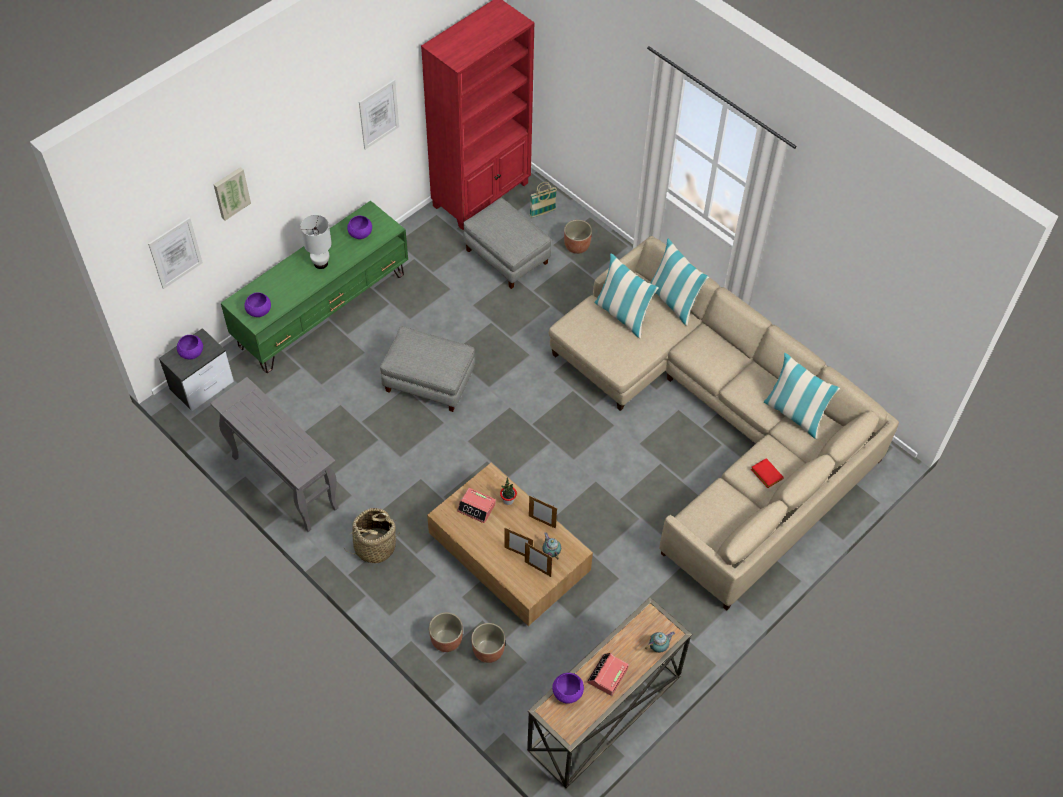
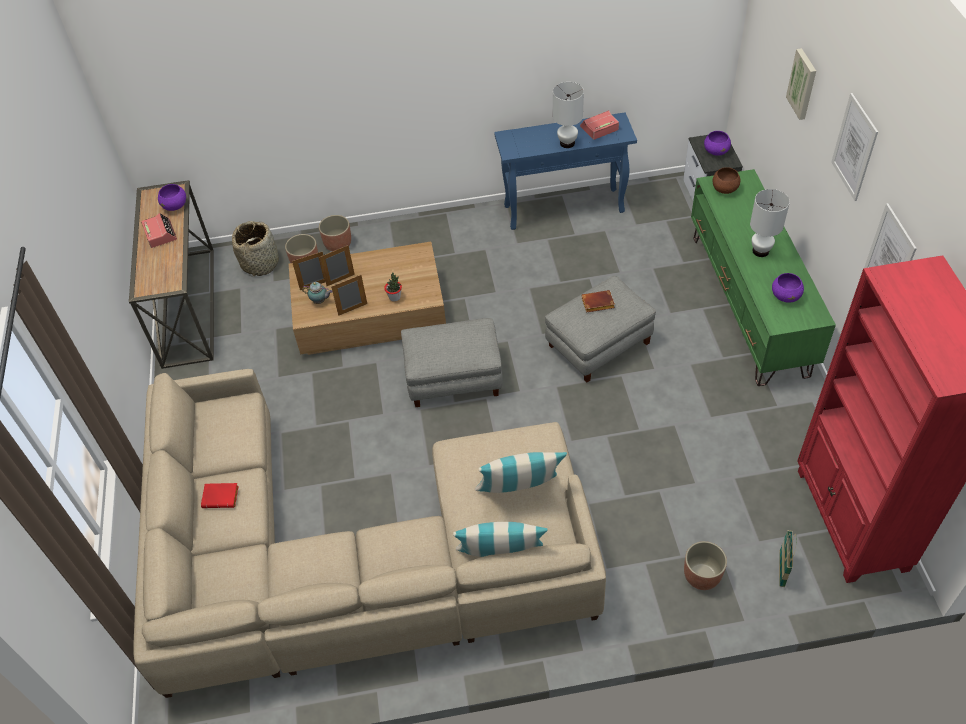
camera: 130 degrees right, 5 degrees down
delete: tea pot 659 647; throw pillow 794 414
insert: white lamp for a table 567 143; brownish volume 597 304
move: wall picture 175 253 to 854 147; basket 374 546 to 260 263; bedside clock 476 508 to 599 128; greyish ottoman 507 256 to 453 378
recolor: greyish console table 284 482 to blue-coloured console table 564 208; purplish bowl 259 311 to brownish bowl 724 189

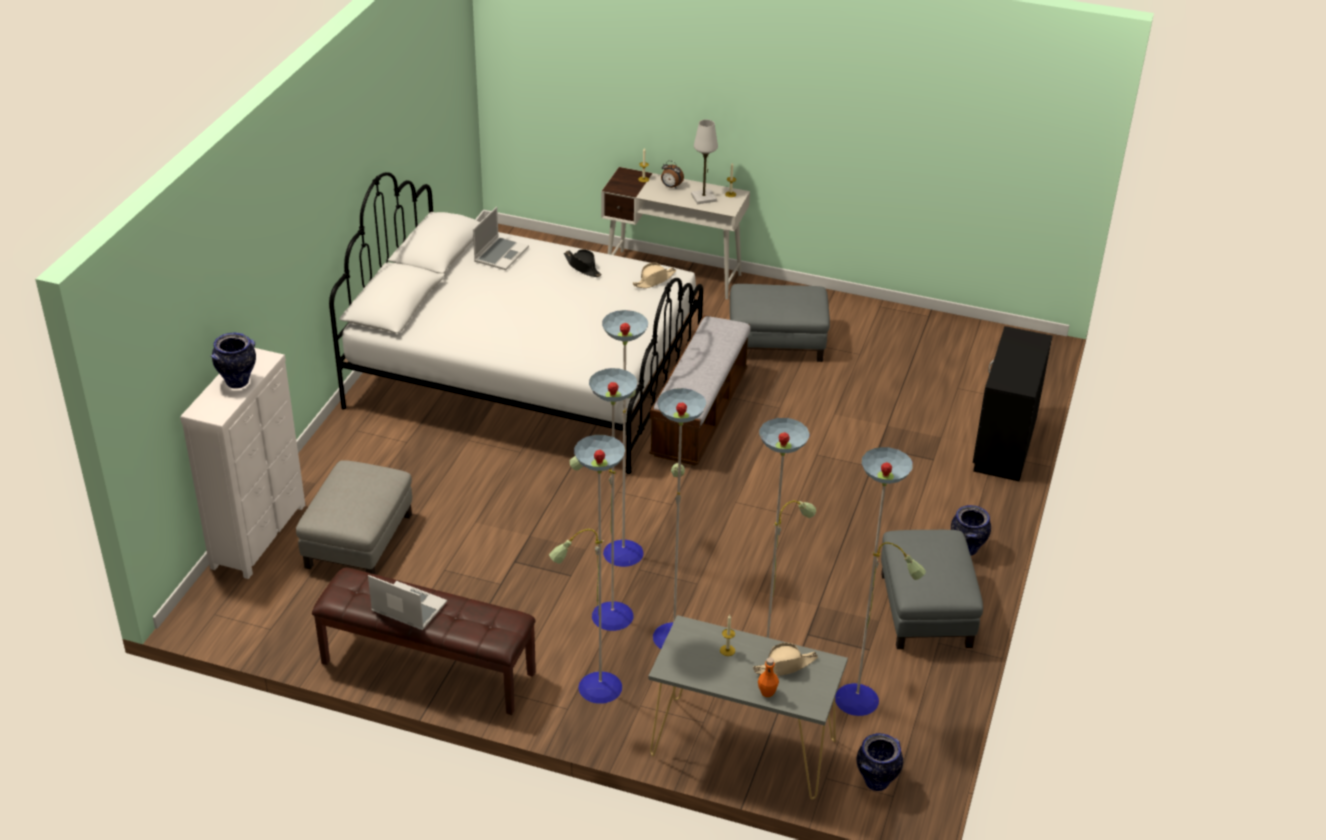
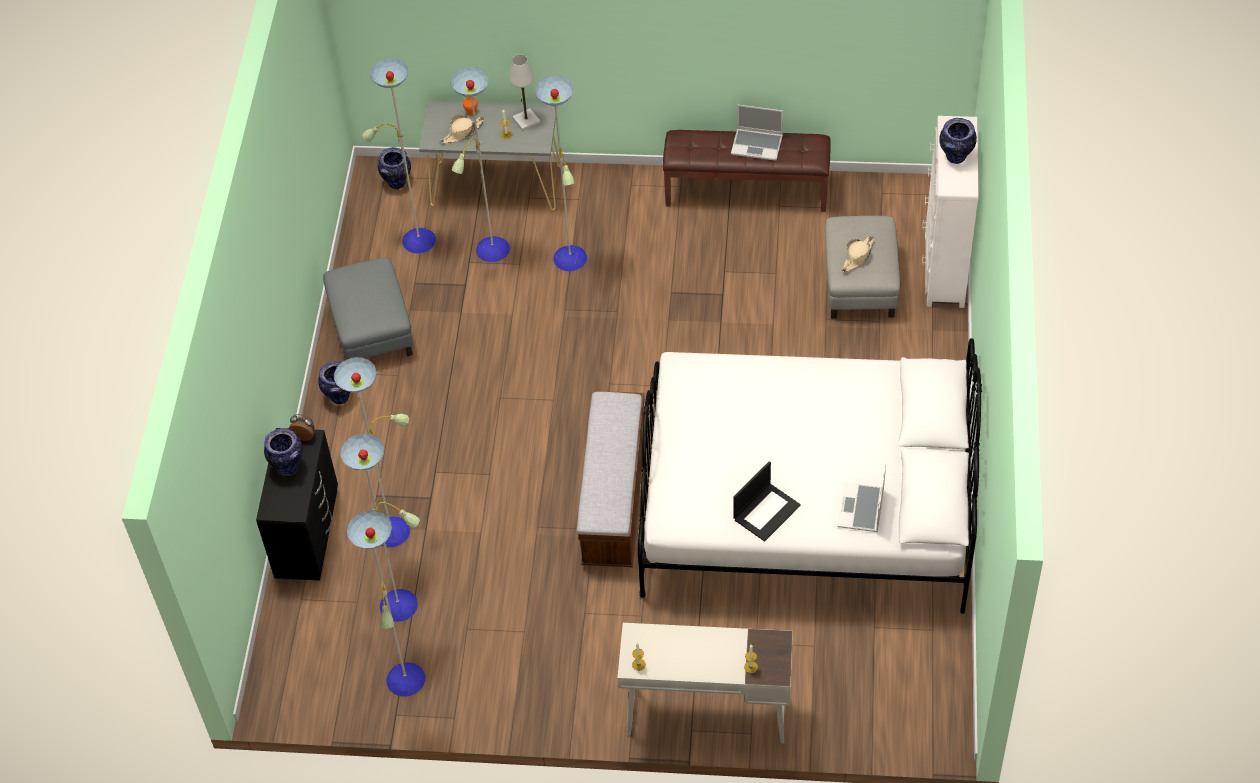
camera: 170 degrees right, 15 degrees up
delete: greyish ottoman 777 342
insert: decorative vase 288 466
move: standard lamp 609 615 to 401 605; beige wearable hat 654 280 to 857 256; bedside clock 671 186 to 304 435; white lamp for a table 703 198 to 526 120
replace: black-coloured wearable hat 582 267 to laptop 766 511

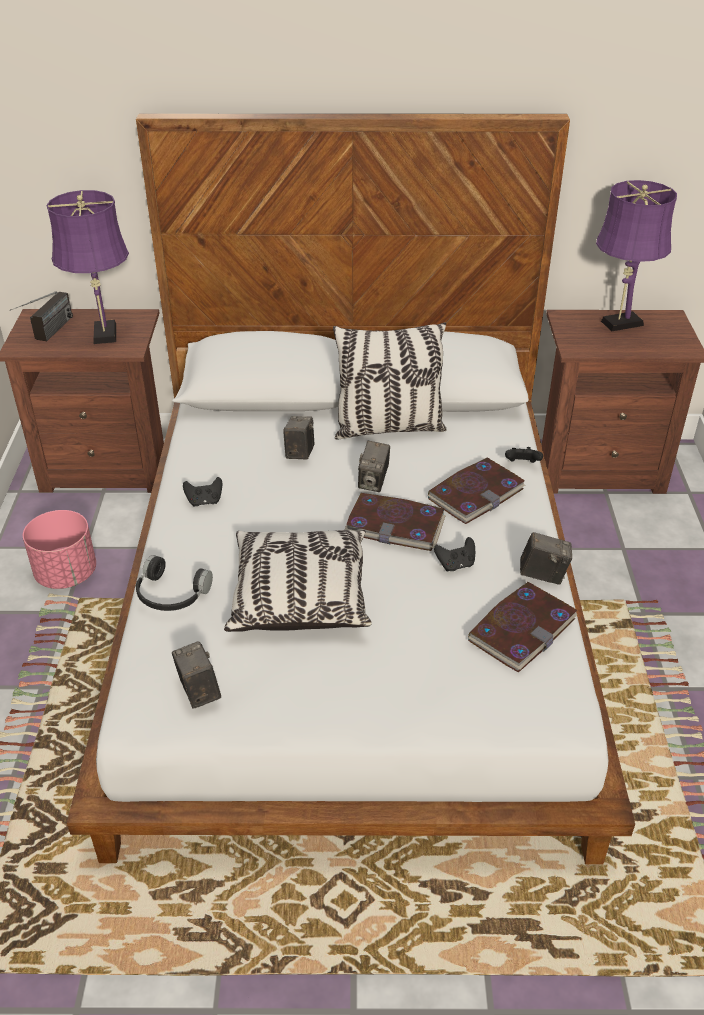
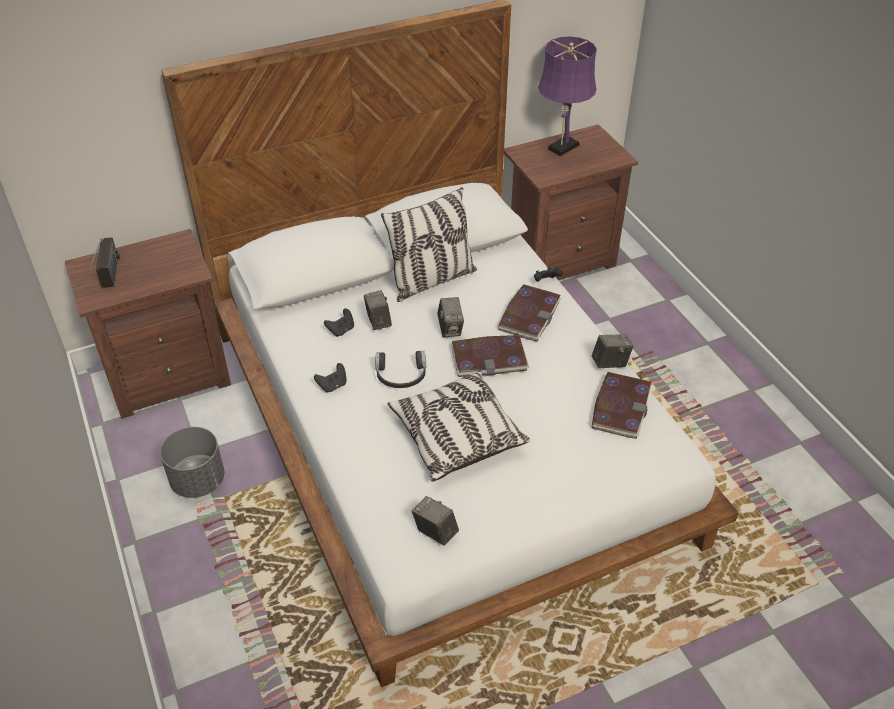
camera: 25 degrees left, 5 degrees up
delete: purplish lamp for a table 104 336
move: black-coloured headphones 170 595 to 401 376; black-coloured game controller 455 564 to 341 330
recolor: pinkish planter 67 574 to greyish planter 198 480

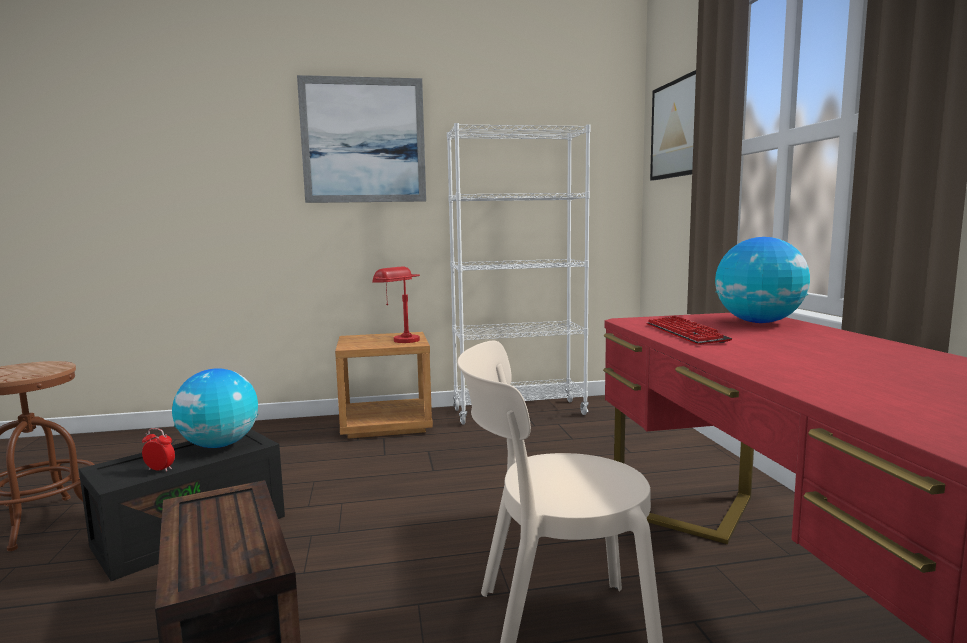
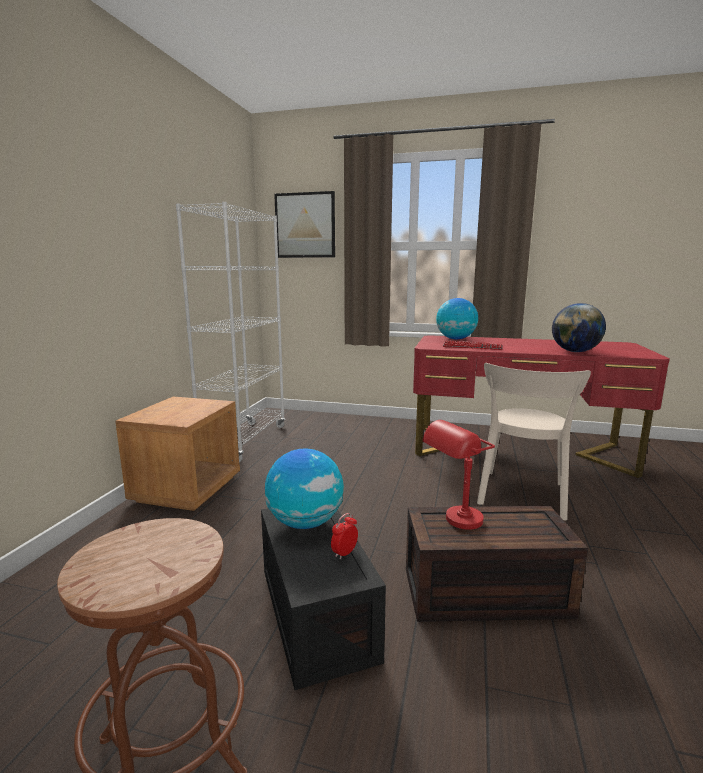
camera: 65 degrees left, 5 degrees up
delete: wall picture 363 140
insert: globe 575 351
move: red lamp for a table 399 339 to 455 523

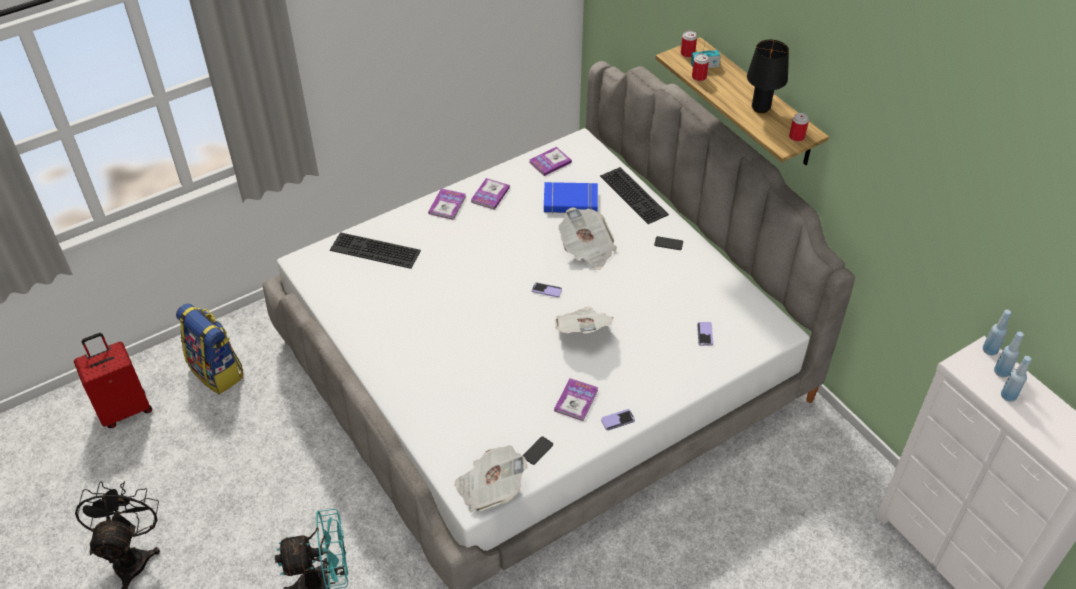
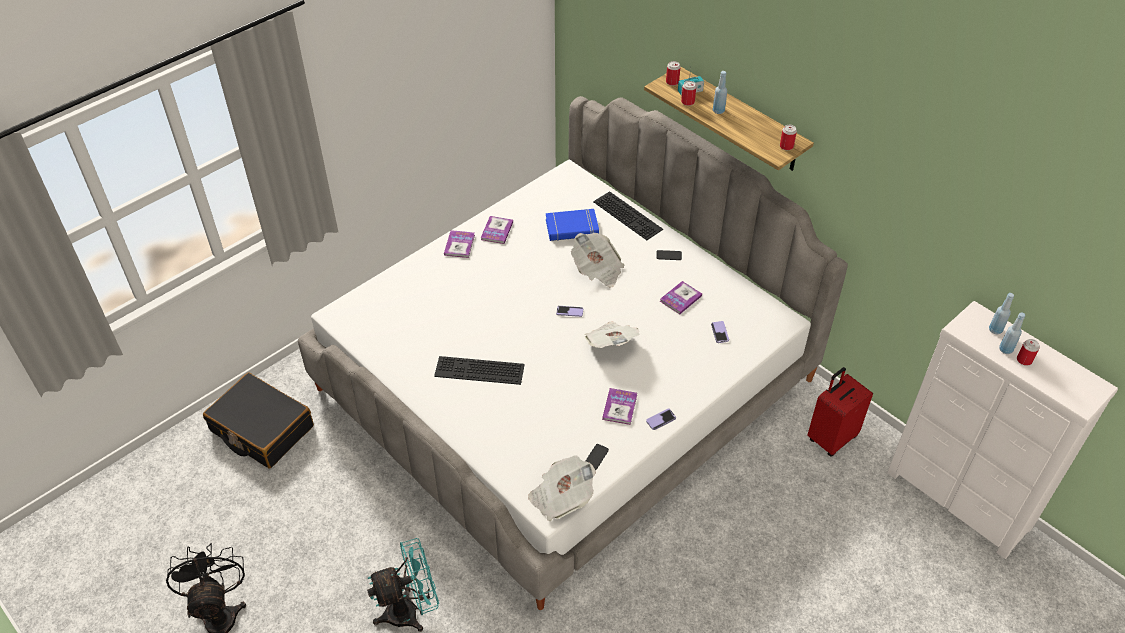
camera: 10 degrees left, 0 degrees up
delete: black-coloured lamp for a table 761 108
insert: metal can 1024 360
move: red suitcase 125 409 to 831 438; PC keyboard 373 251 to 478 371; volume 550 162 to 680 298; blue-coloured bottle 989 350 to 718 111
replace: backpack 217 371 to black-coloured suitcase 261 429

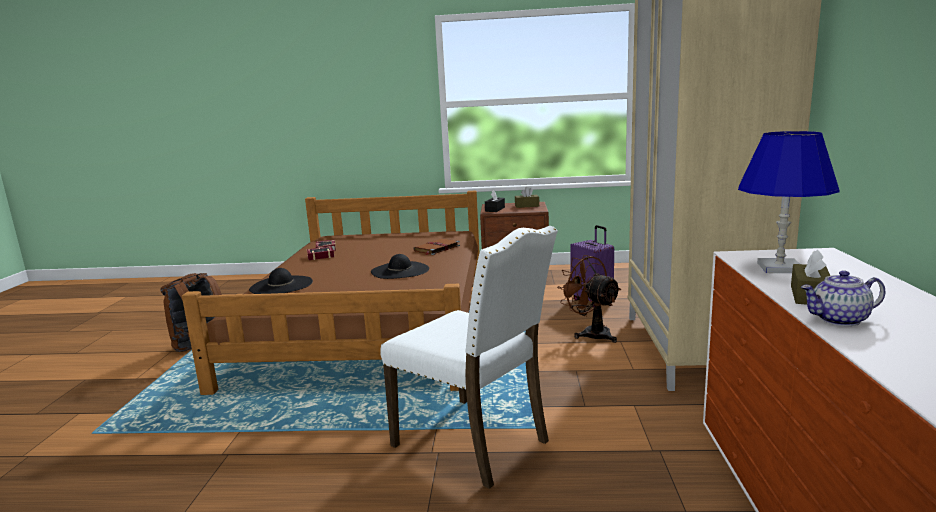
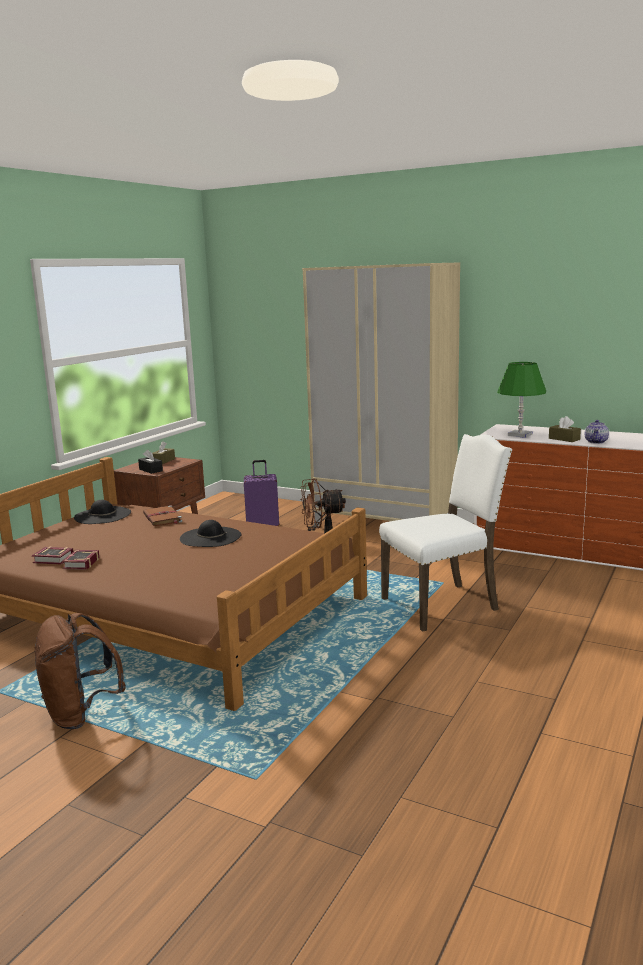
camera: 65 degrees left, 0 degrees up
move: black-coloured wearable hat 281 285 to 103 515
recolor: blue-coloured lamp for a table 779 268 to green lamp for a table 520 435

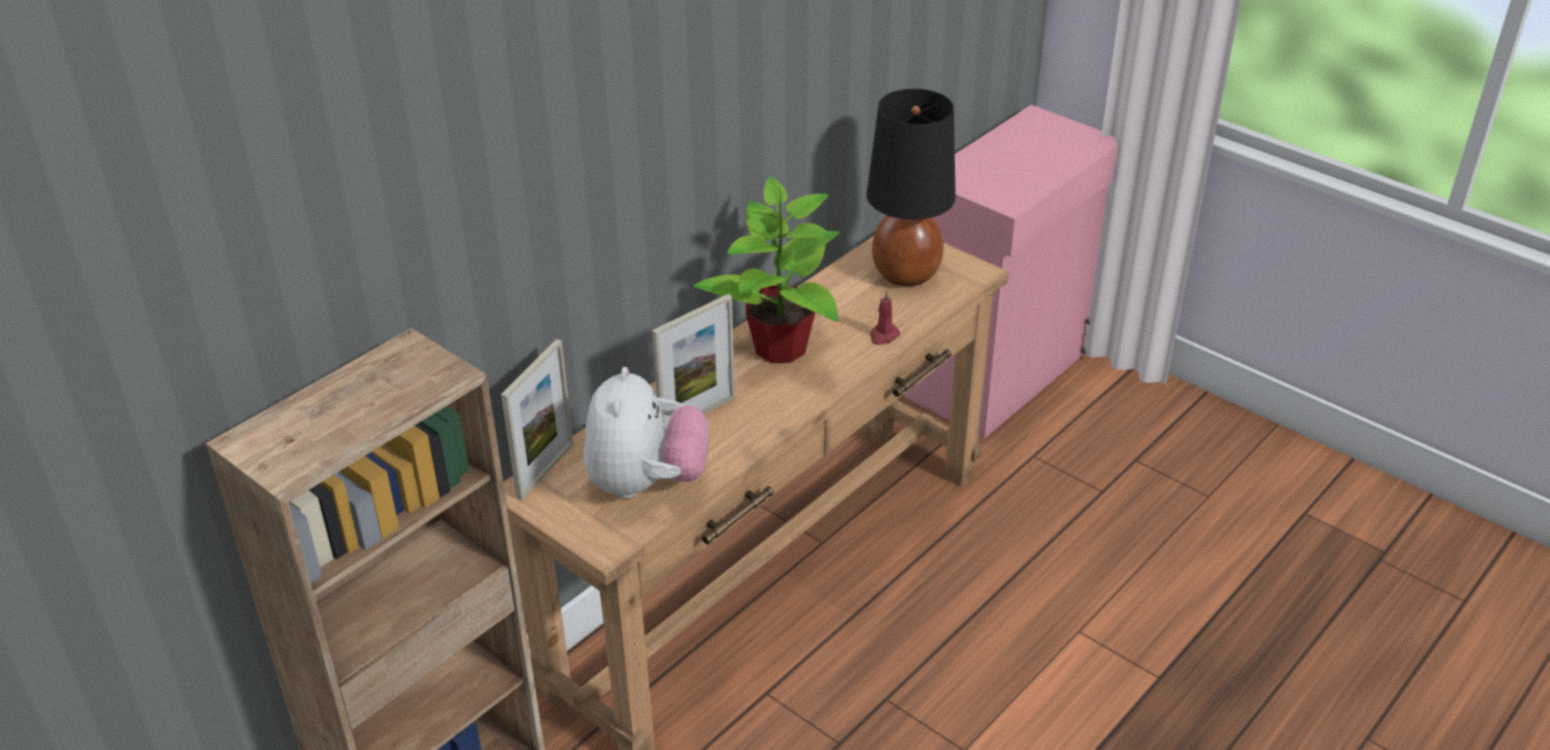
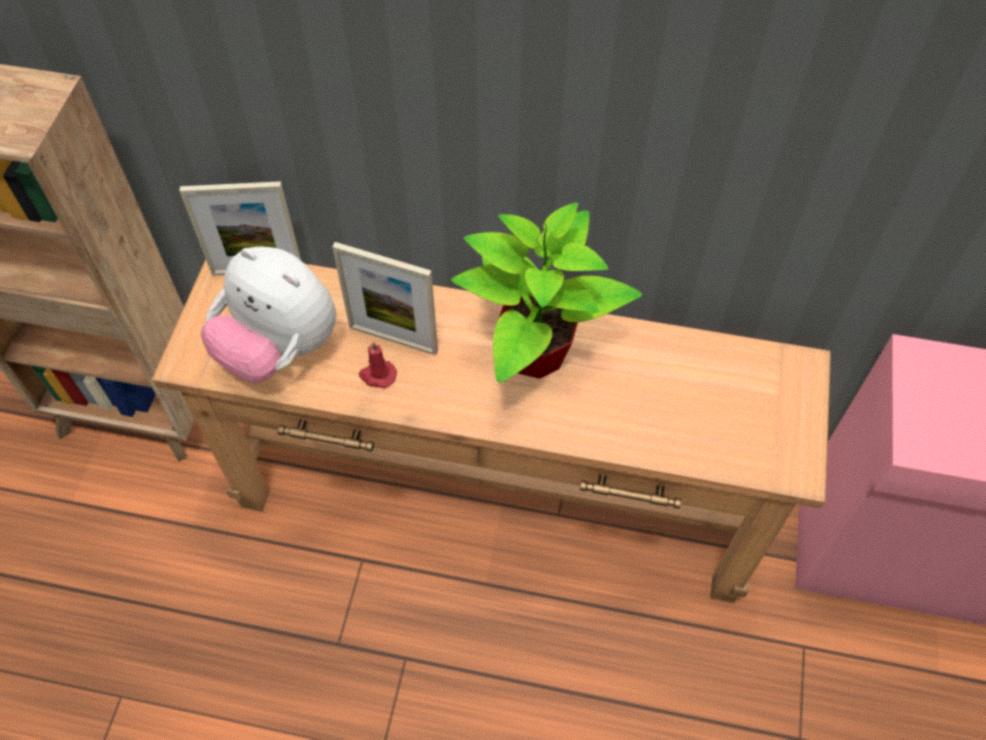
camera: 60 degrees right, 20 degrees up
delete: black-coloured lamp for a table 906 274
move: red wax candle 883 336 to 377 375
rotate: soft toy 646 483 = 279 349 60 degrees clockwise

